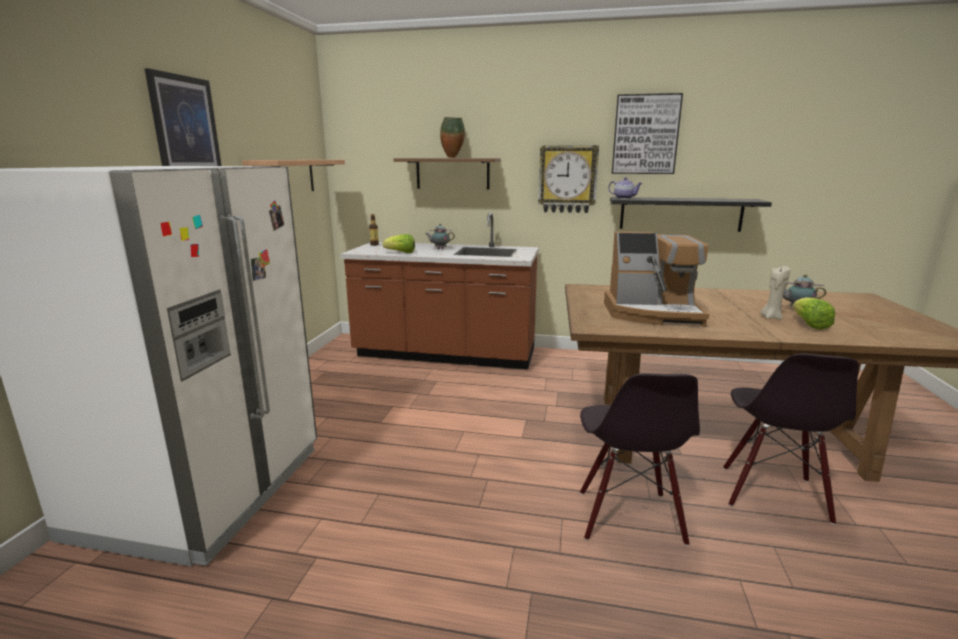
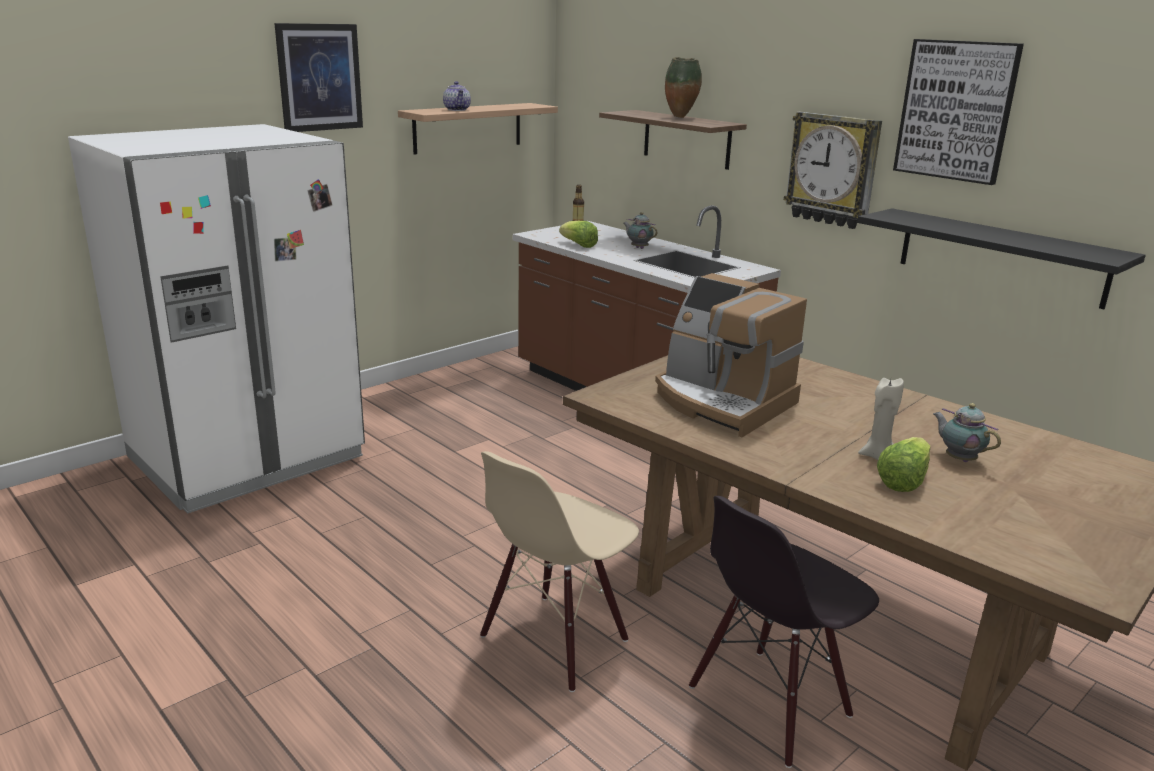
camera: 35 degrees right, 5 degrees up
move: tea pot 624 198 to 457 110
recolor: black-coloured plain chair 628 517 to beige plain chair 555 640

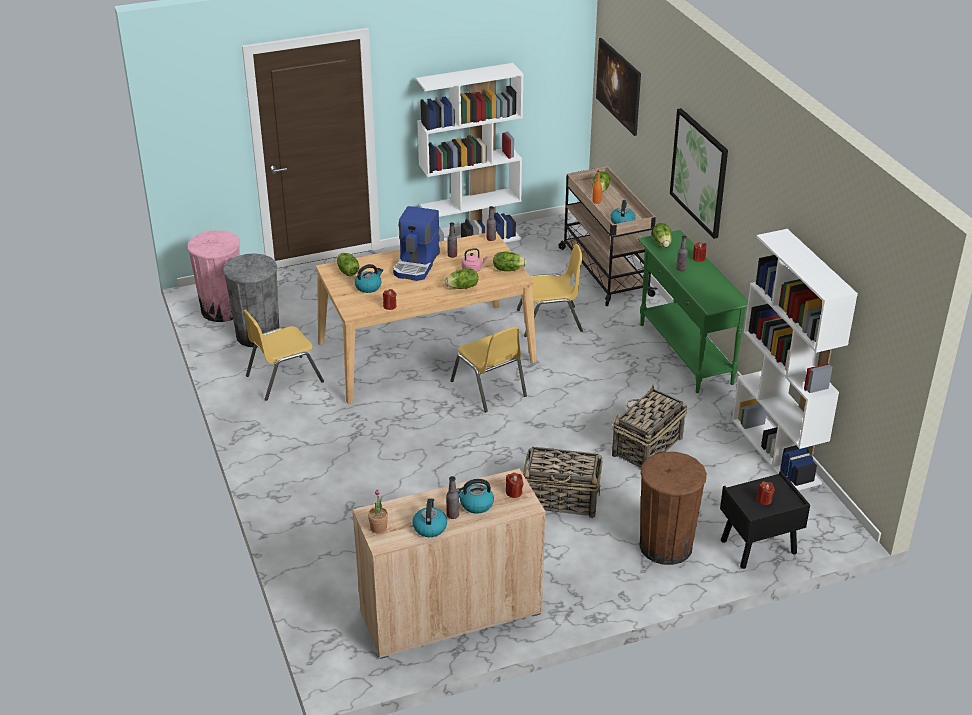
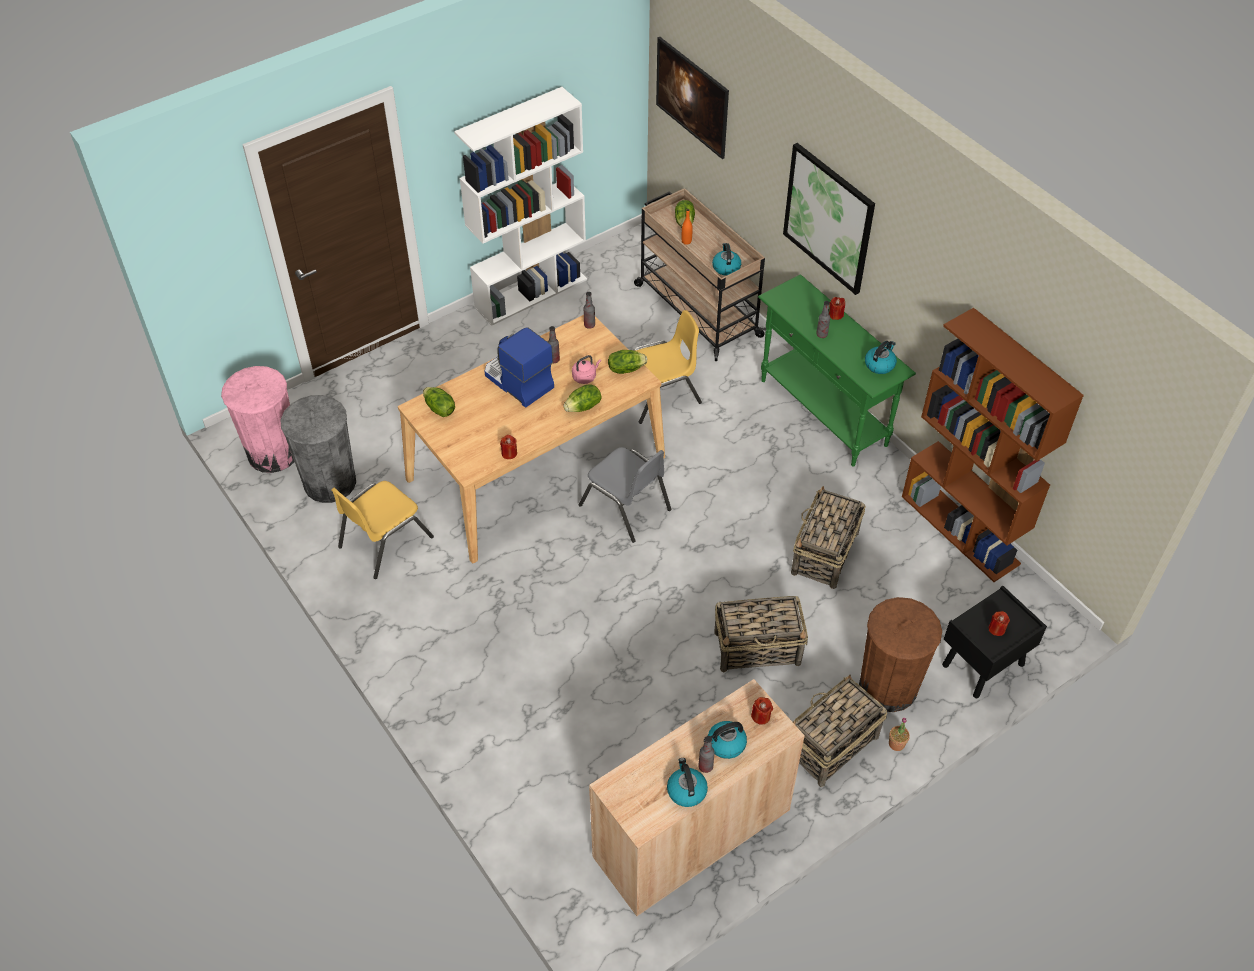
camera: 15 degrees left, 15 degrees up
delete: head of lettuce 662 243
insert: basket 830 745
move: tea kettle 368 287 to 879 364; houseplant 378 528 to 896 744
recolor: yellowish plain chair 489 389 to greyish plain chair 625 507; white shelving unit 776 451 to brownish shelving unit 961 530
rotate: coffee maker 417 264 = 517 381 135 degrees clockwise

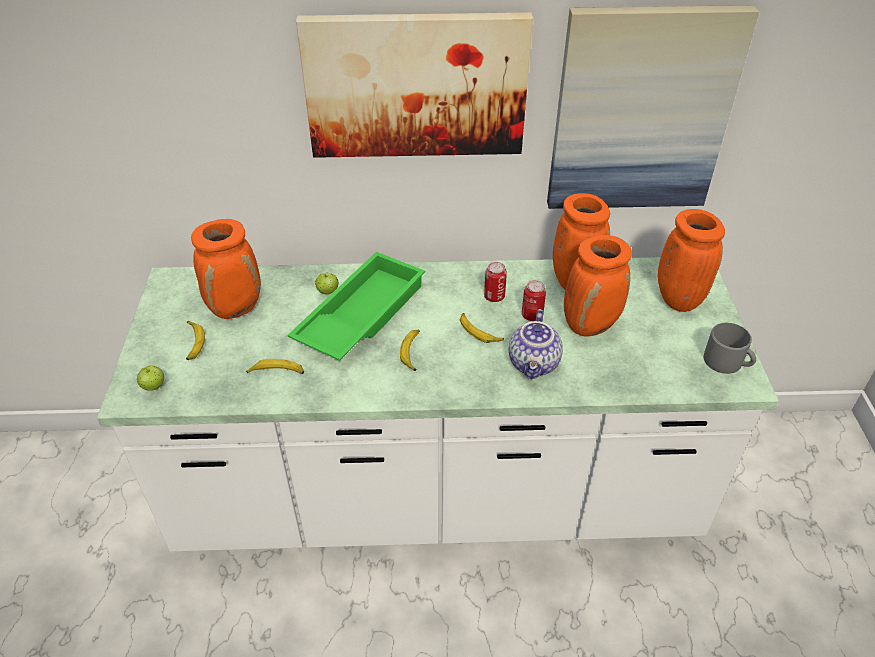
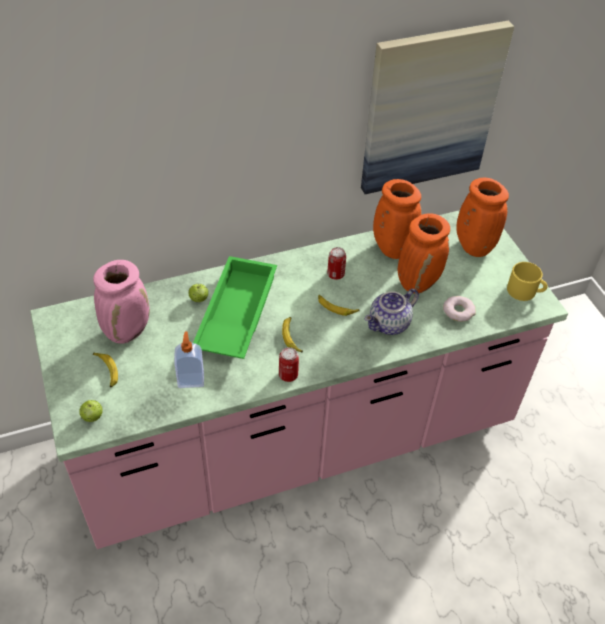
camera: 20 degrees left, 5 degrees up
delete: wall picture 416 85
insert: doughnut 458 311
move: metal can 532 315 to 288 375
replace: banana 277 372 to soap dispenser 191 379
recolor: white kitchen base unit 437 493 to pinkish kitchen base unit 296 439; orange decorative vase 236 308 to pinkish decorative vase 127 331; greyish tea mug 727 362 to yellowish tea mug 525 291
rotate: tea pot 535 364 = 389 325 60 degrees clockwise

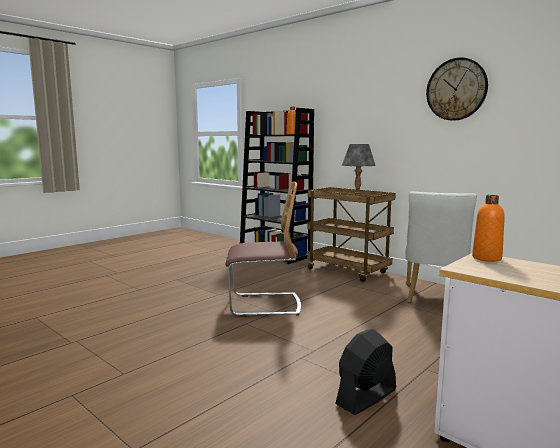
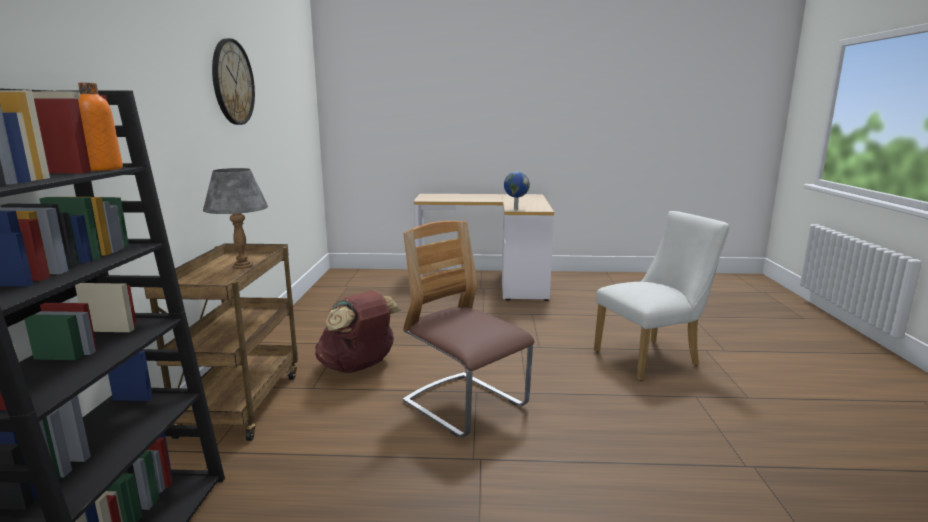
camera: 130 degrees left, 5 degrees up
delete: black-coloured fan 366 397
insert: brownish backpack 358 367
move: white plain chair 433 297 to 652 357
replace: orange bottle 486 258 to globe 515 209

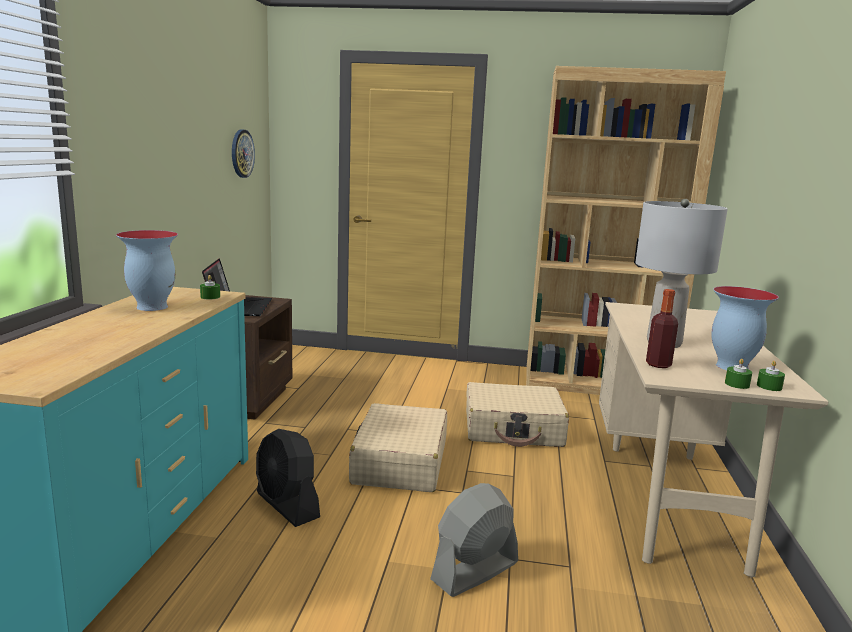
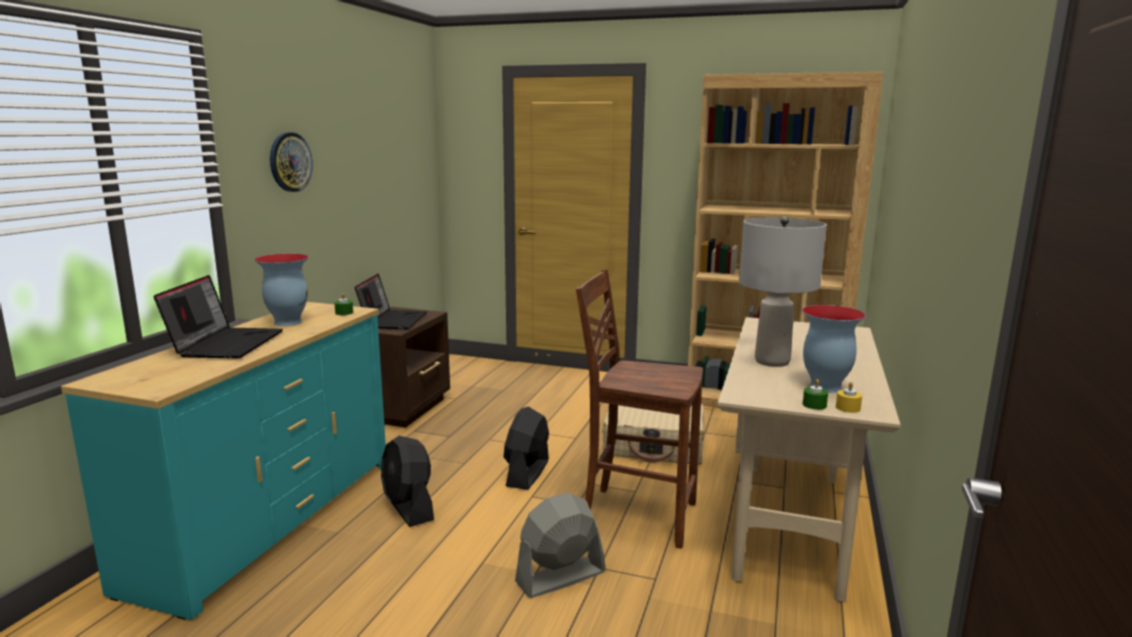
camera: 10 degrees right, 0 degrees up
delete: bottle 658 364
insert: laptop 226 344; brownish plain chair 636 514
move: wall clock 241 153 to 290 162
replace: beige suitcase 400 462 to black-coloured fan 527 473
recolor: green wax candle 769 386 to yellowish wax candle 848 408

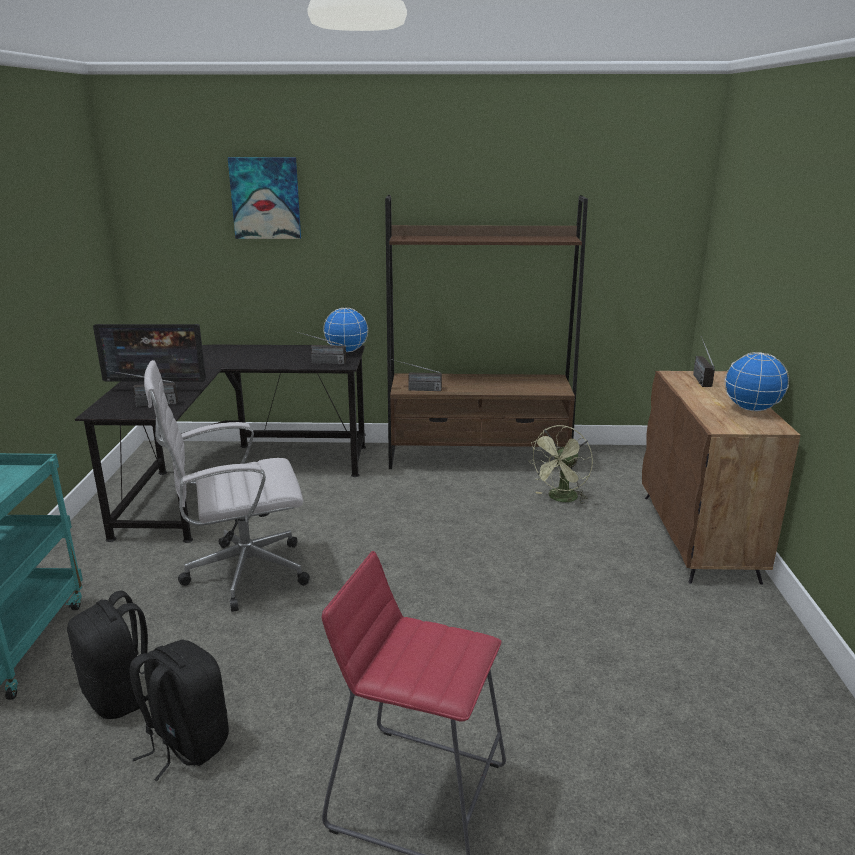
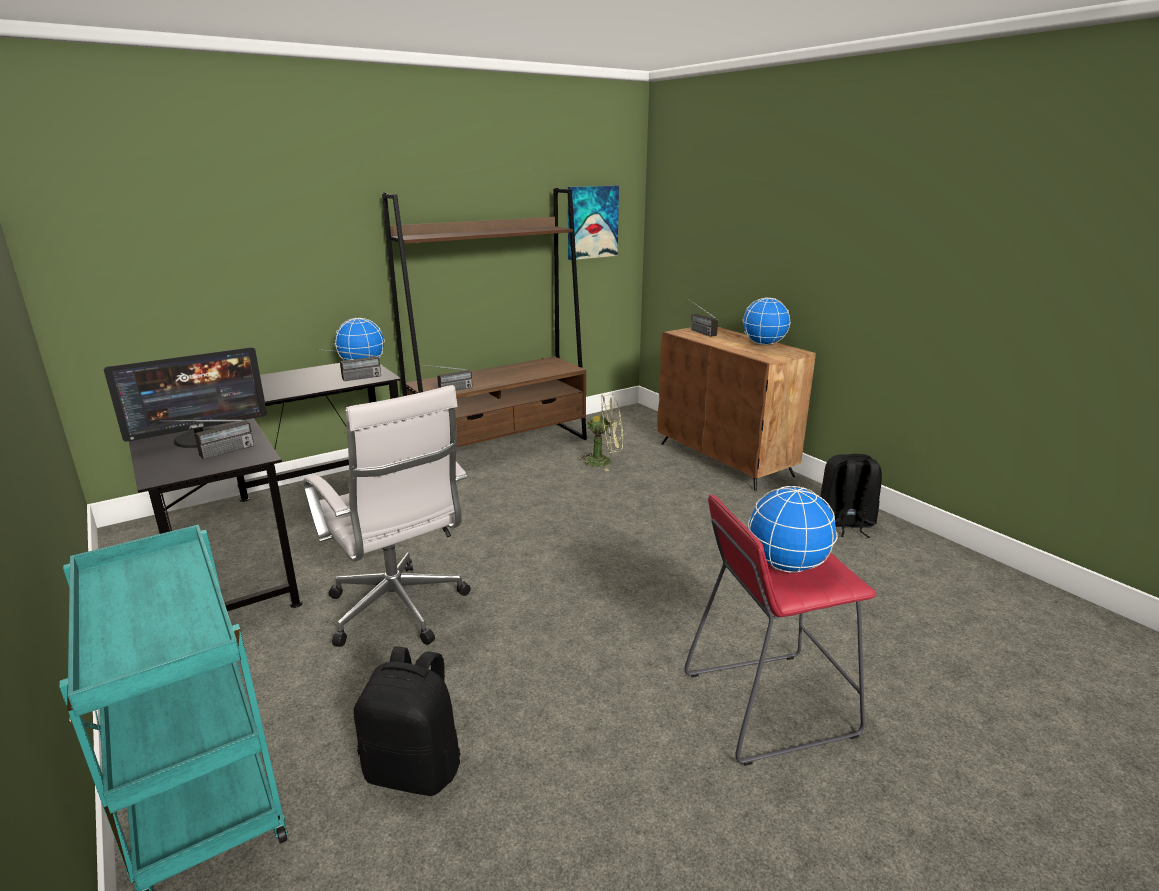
camera: 35 degrees left, 0 degrees up
insert: globe 787 566
move: black-coloured backpack 185 743 to 845 524; wall picture 265 198 to 592 222
rotate: white desk chair 241 574 = 399 612 75 degrees counterclockwise; green fan 560 499 = 604 461 90 degrees counterclockwise

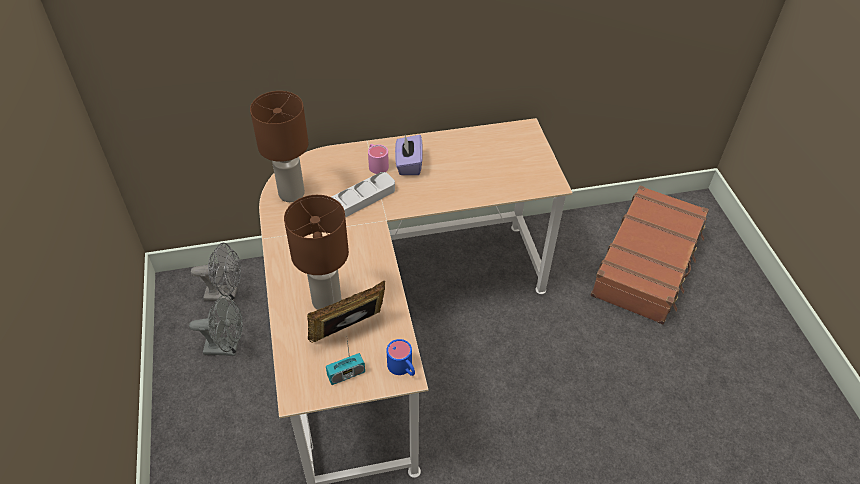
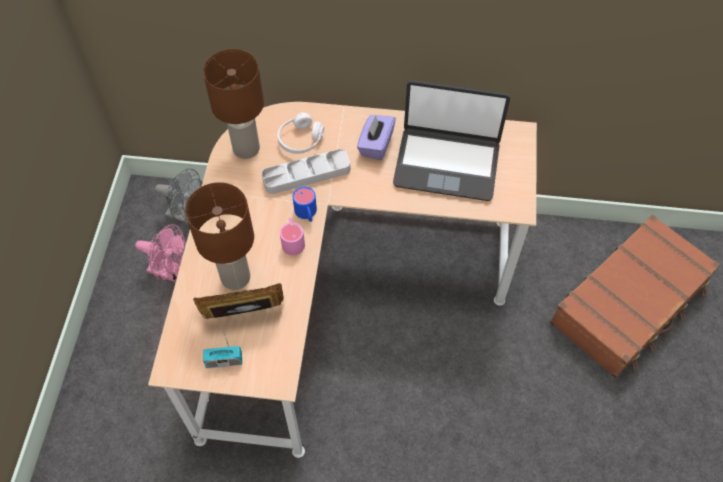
camera: 20 degrees right, 10 degrees up
insert: white headphones 300 140; laptop 446 163
move: pinkish tea mug 376 164 to 292 240; blue-coloured tea mug 403 368 to 307 214
recolor: greyish fan 227 347 to pinkish fan 171 271

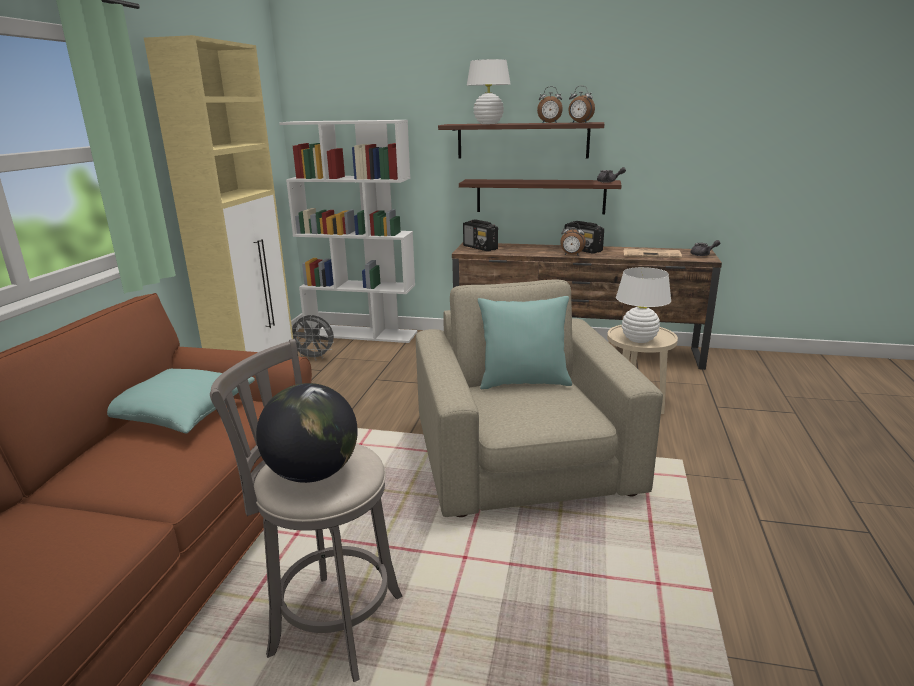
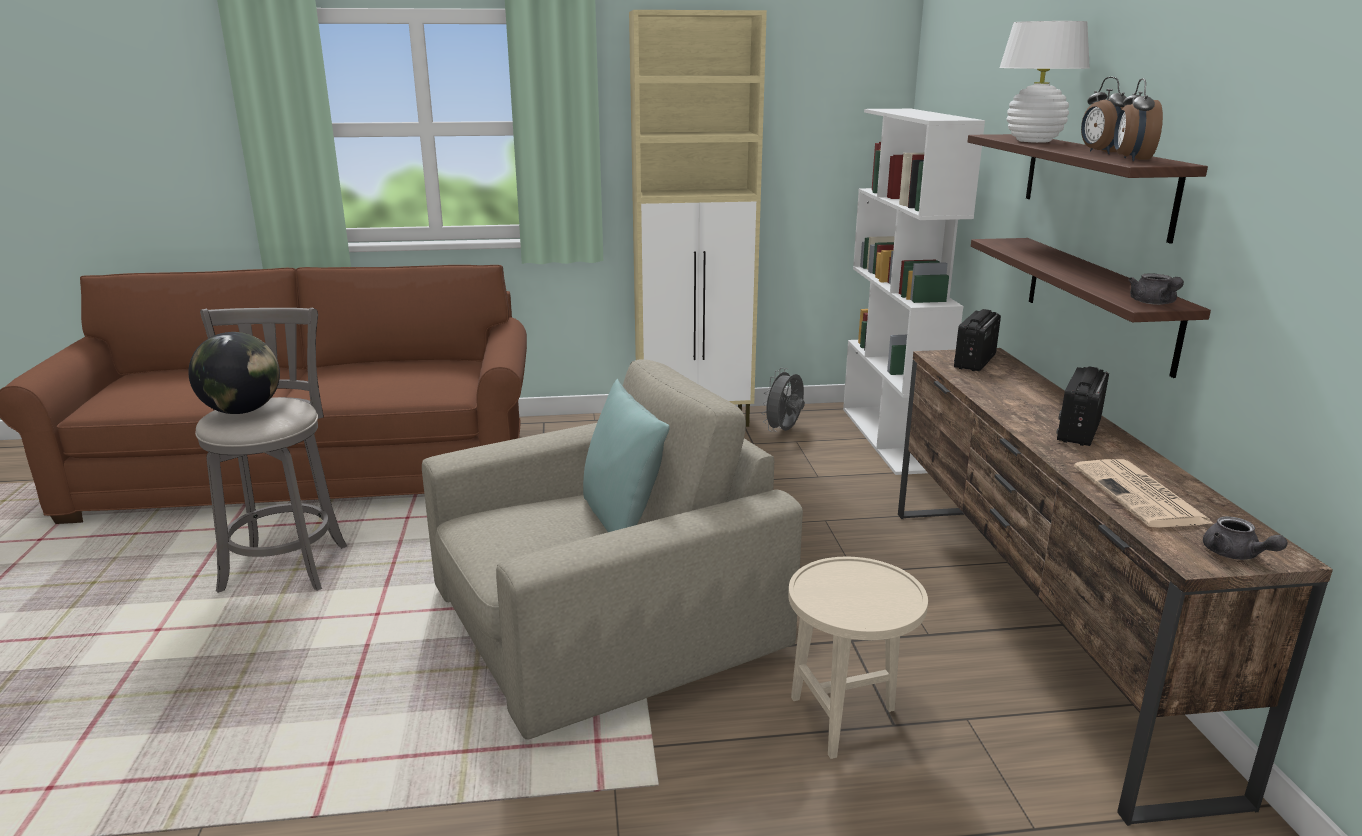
camera: 70 degrees right, 0 degrees up
delete: blue-green throw pillow 180 414; bedside clock 571 255; white lamp for a table 638 339
rotate: greyish fan 314 358 = 784 431 45 degrees clockwise

